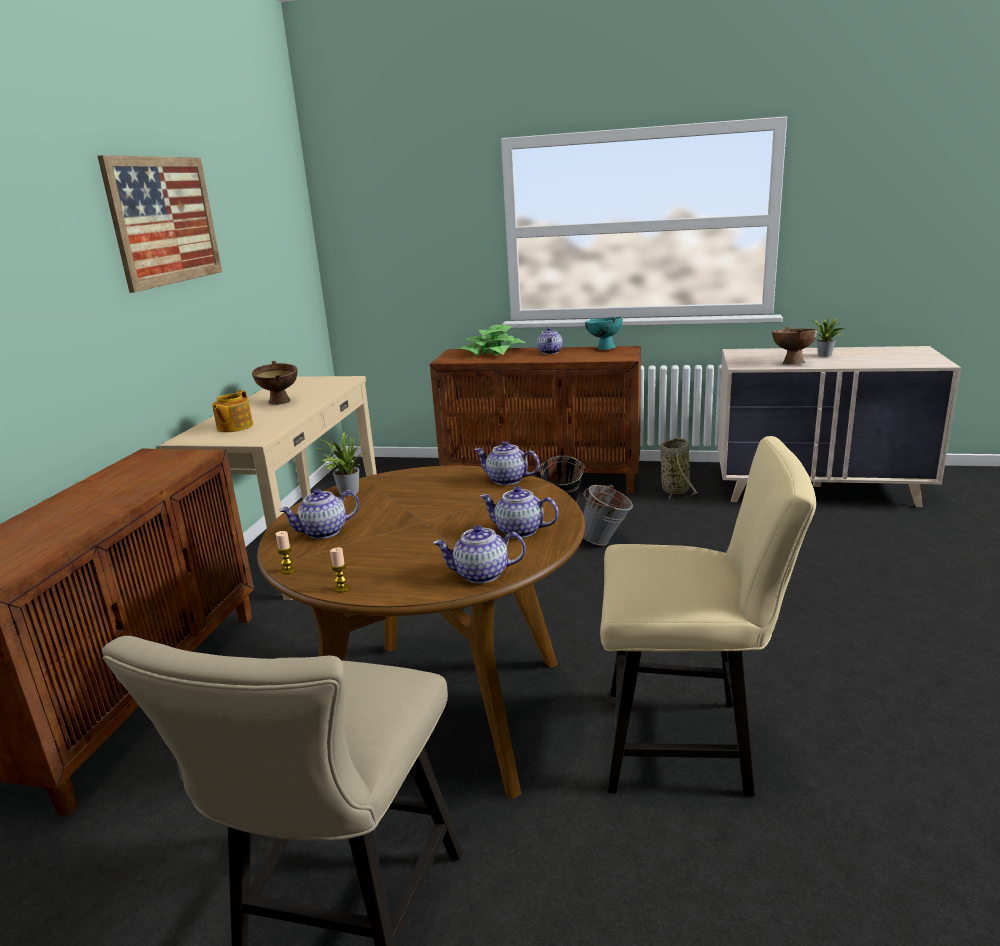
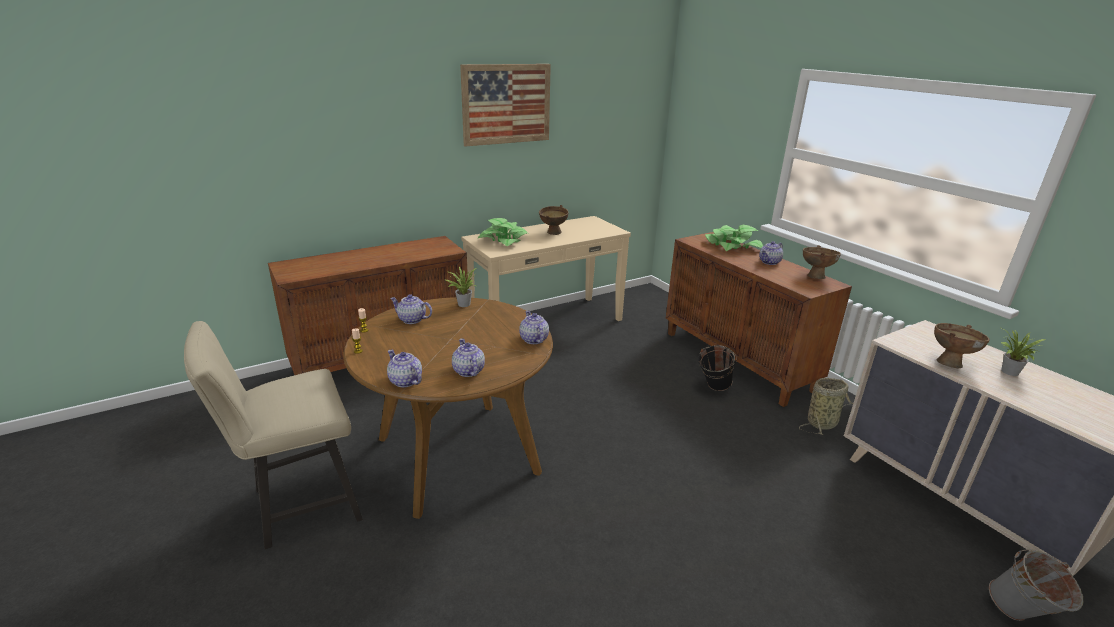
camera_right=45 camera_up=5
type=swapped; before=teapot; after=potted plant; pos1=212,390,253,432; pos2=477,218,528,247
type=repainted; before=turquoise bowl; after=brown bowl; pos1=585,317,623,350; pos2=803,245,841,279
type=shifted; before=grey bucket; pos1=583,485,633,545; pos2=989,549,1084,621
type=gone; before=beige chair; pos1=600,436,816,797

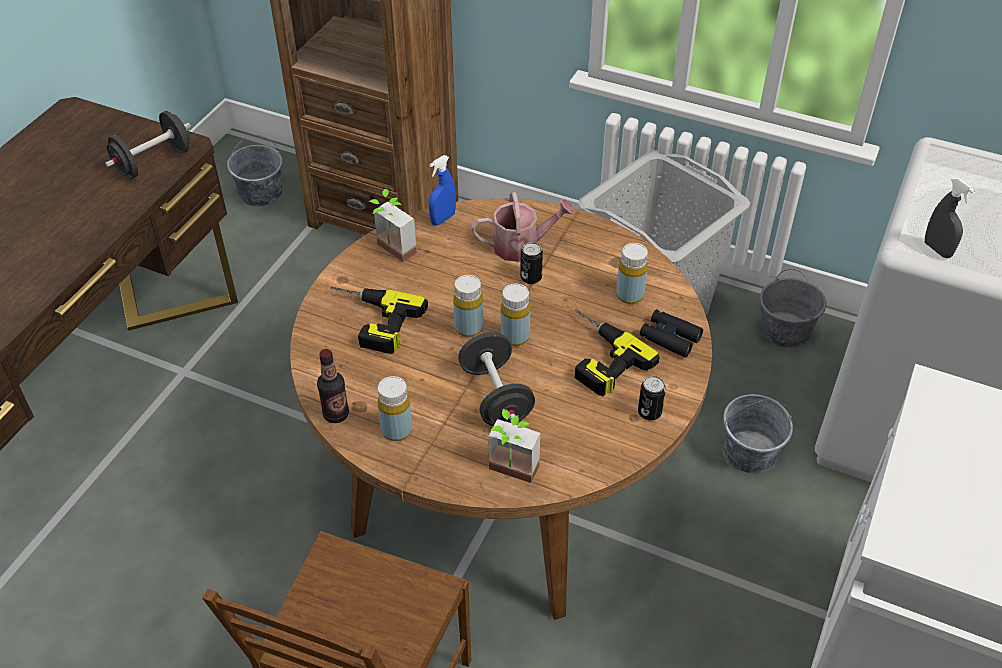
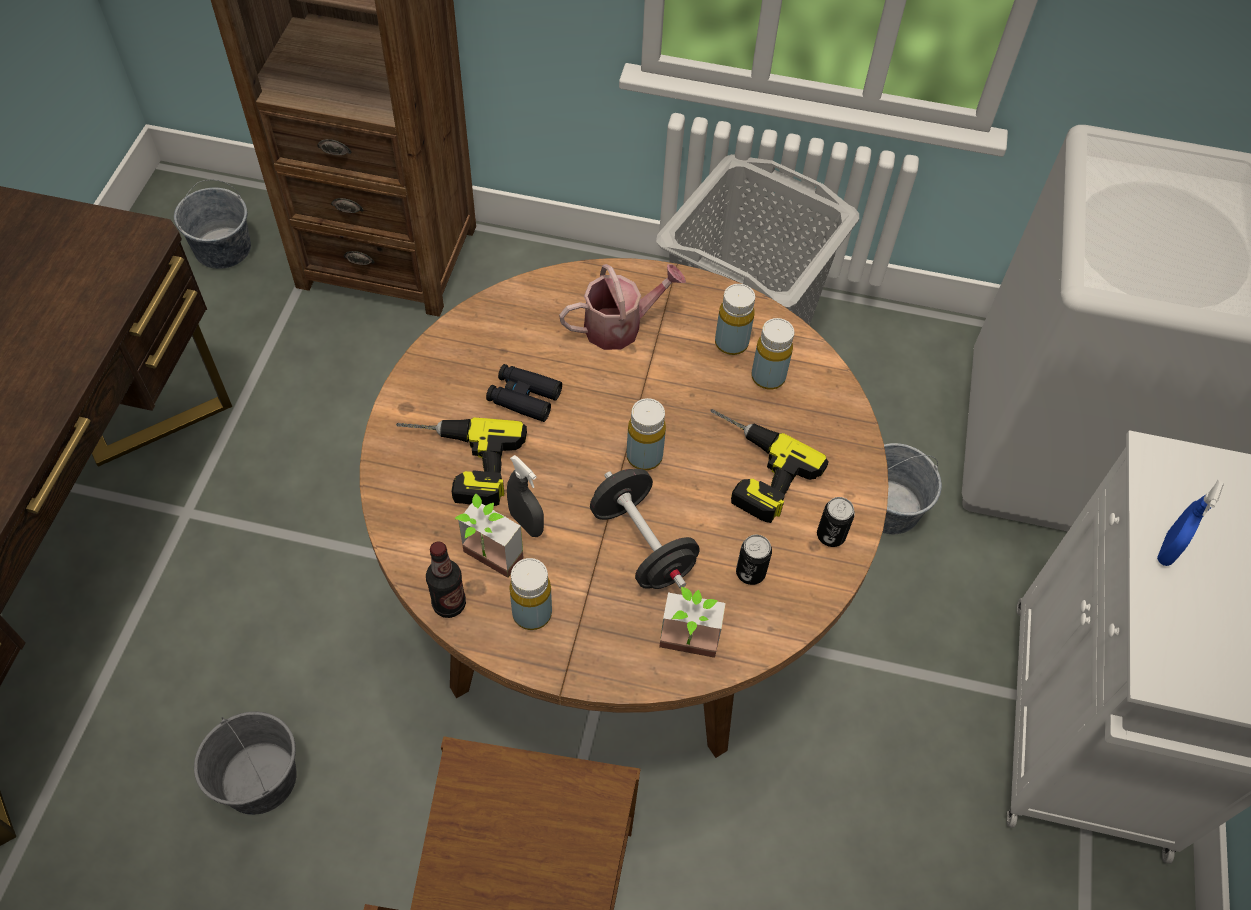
camera_right=-15 camera_up=10
type=shifted; before=grey bucket; pos1=760,269,826,348; pos2=194,711,297,815
type=shifted; before=potted plant; pos1=369,189,417,262; pos2=454,494,523,578
type=shifted; before=black binoculars; pos1=640,309,703,358; pos2=486,364,562,422
type=shifted; before=grey spray bottle; pos1=925,178,975,258; pos2=507,455,544,537
type=shifted; before=yellow bottle; pos1=453,275,484,337; pos2=715,284,755,355
type=shifted; before=can; pos1=520,242,543,284; pos2=736,535,772,585
type=shifted; before=blue spray bottle; pos1=429,155,456,226; pos2=1157,480,1224,566
type=gone; before=black dumbbell; pos1=105,111,191,179

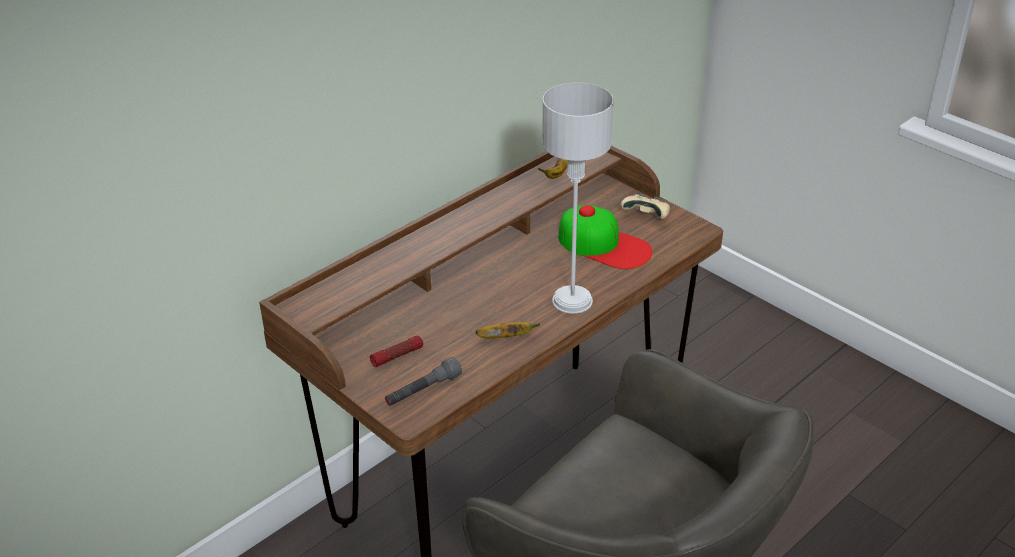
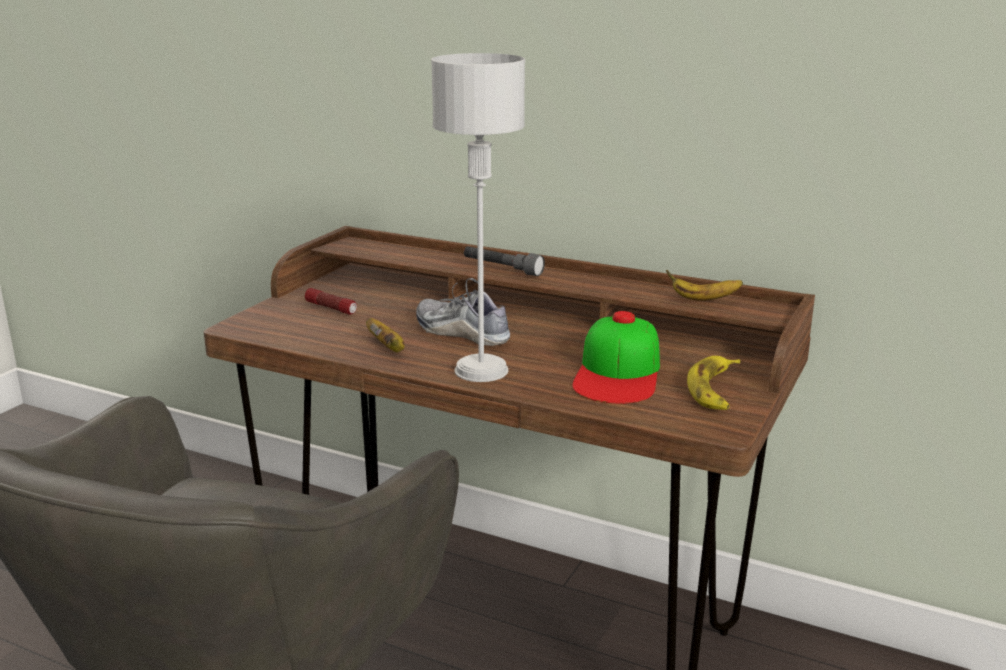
camera_right=70 camera_up=-15
type=new; after=shoe; pos2=416,278,510,346
type=shifted; before=grey flashlight; pos1=385,357,462,406; pos2=464,246,545,276
type=swapped; before=beige game controller; after=banana; pos1=620,192,670,219; pos2=687,356,740,410

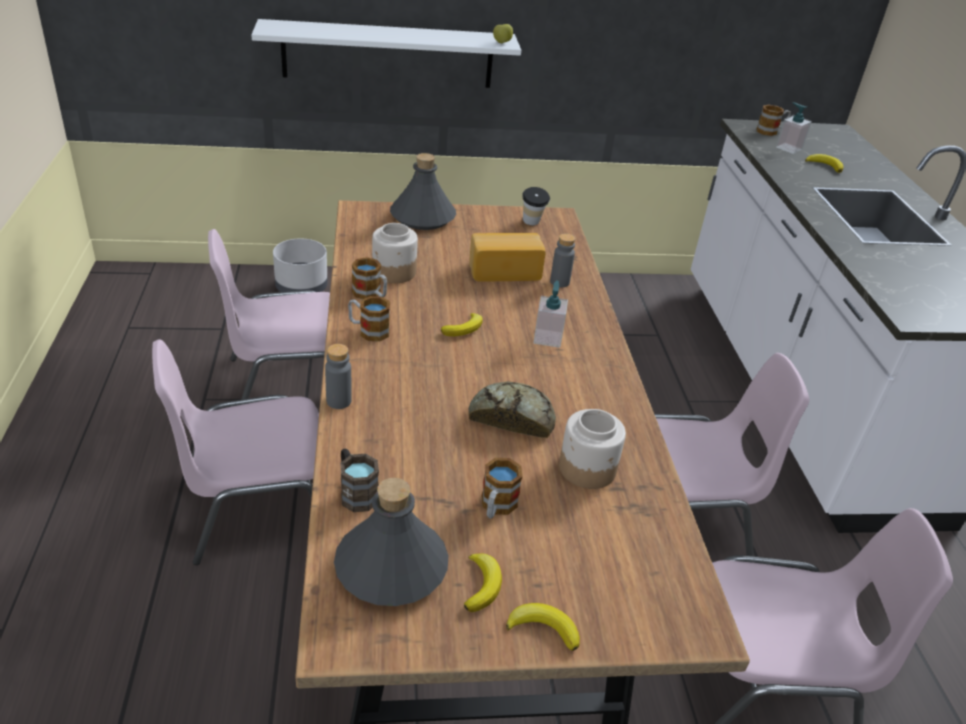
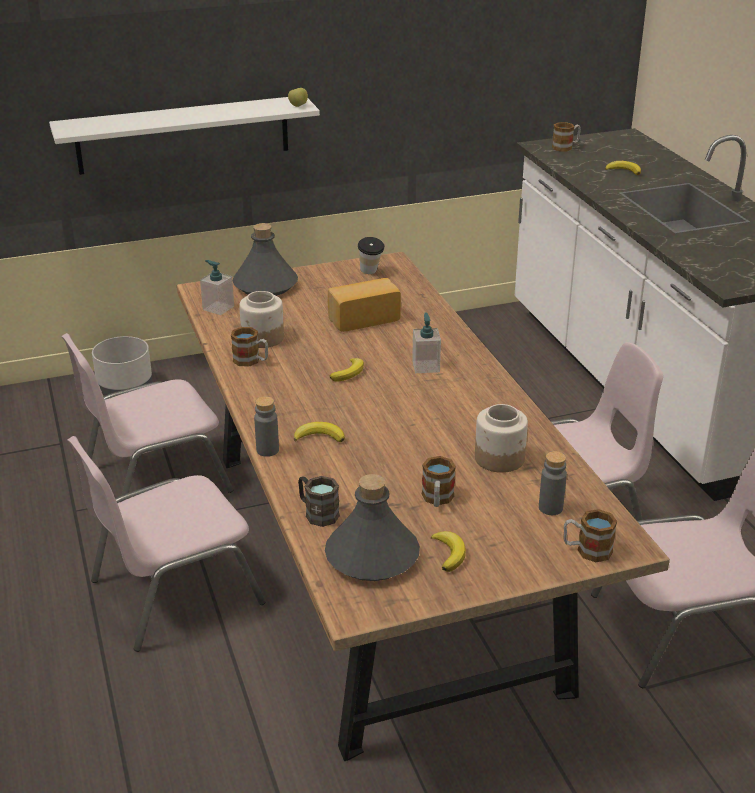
camera_right=-10 camera_up=-5
type=shifted; before=soap dispenser; pos1=776,103,812,154; pos2=200,260,234,315
type=shifted; before=banana; pos1=506,603,580,651; pos2=294,422,345,442
type=shifted; before=grey bottle; pos1=550,233,575,287; pos2=539,451,567,515
type=shifted; before=mug; pos1=348,296,390,342; pos2=564,509,617,562
type=gone; before=bread; pos1=469,381,556,438

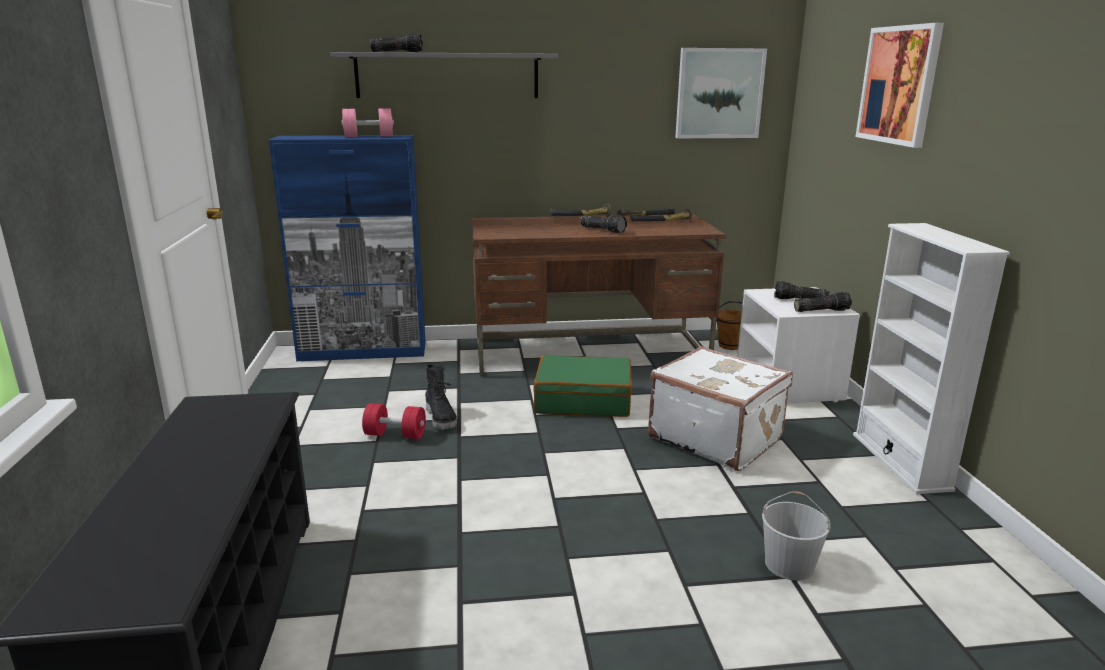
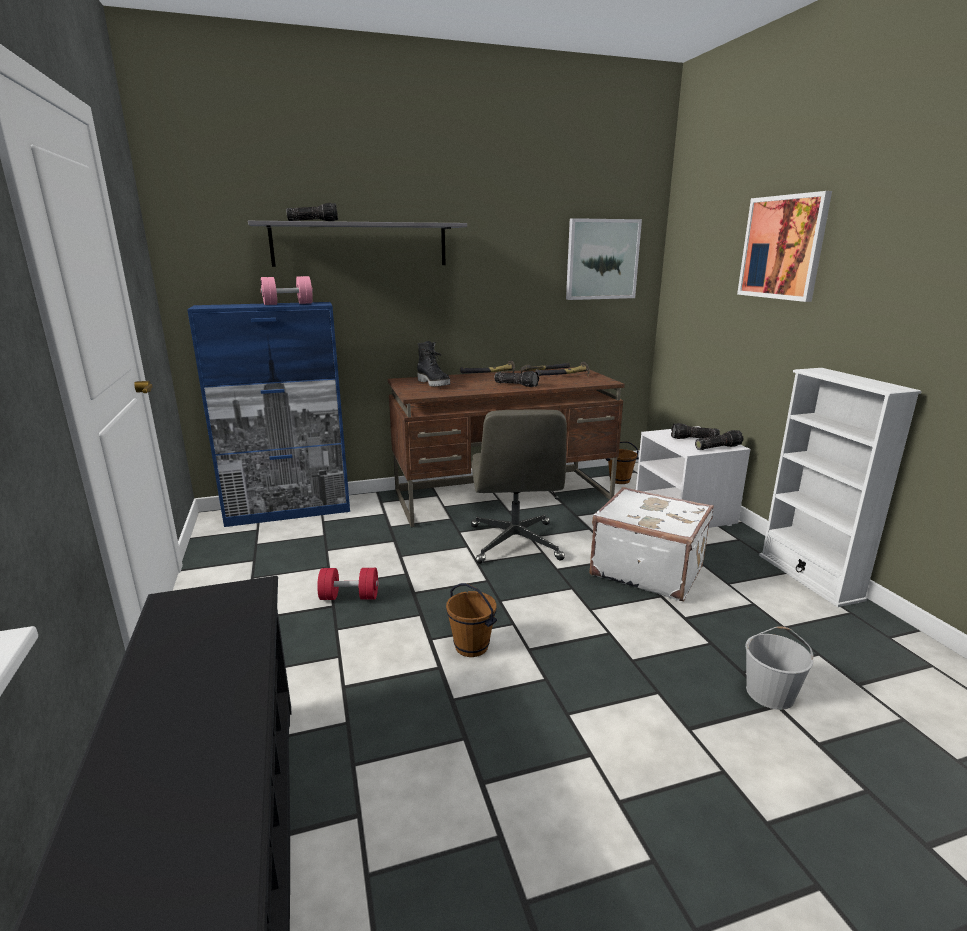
camera_right=-10 camera_up=0
type=shifted; before=black boot; pos1=425,364,457,429; pos2=417,341,450,387
type=new; after=brown bucket; pos2=446,583,497,657
type=swapped; before=green suitcase; after=grey office chair; pos1=533,355,632,417; pos2=471,409,567,564

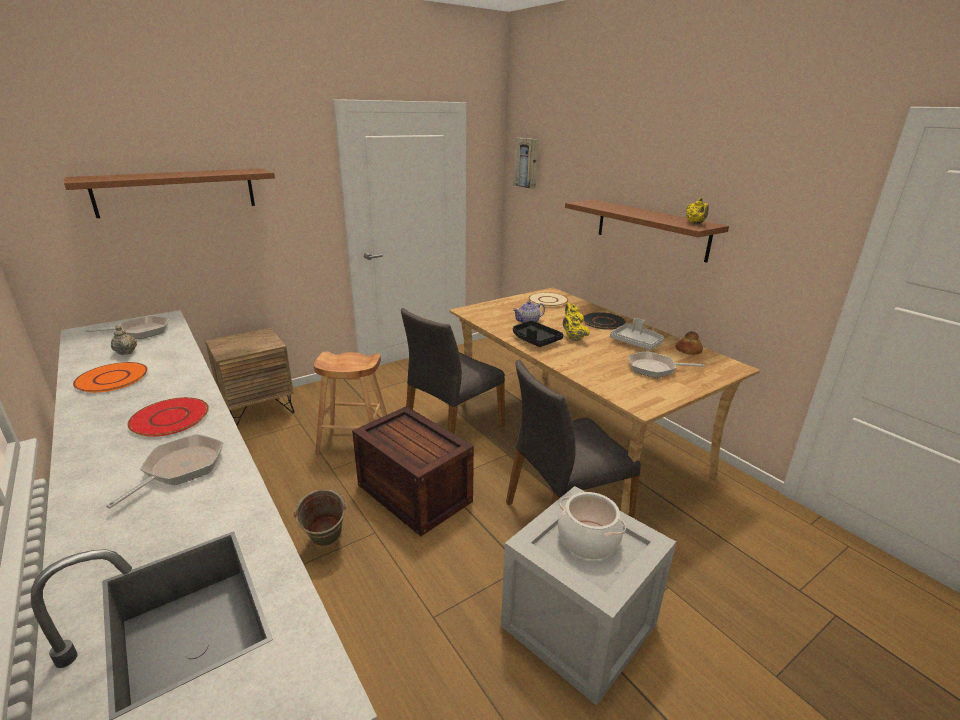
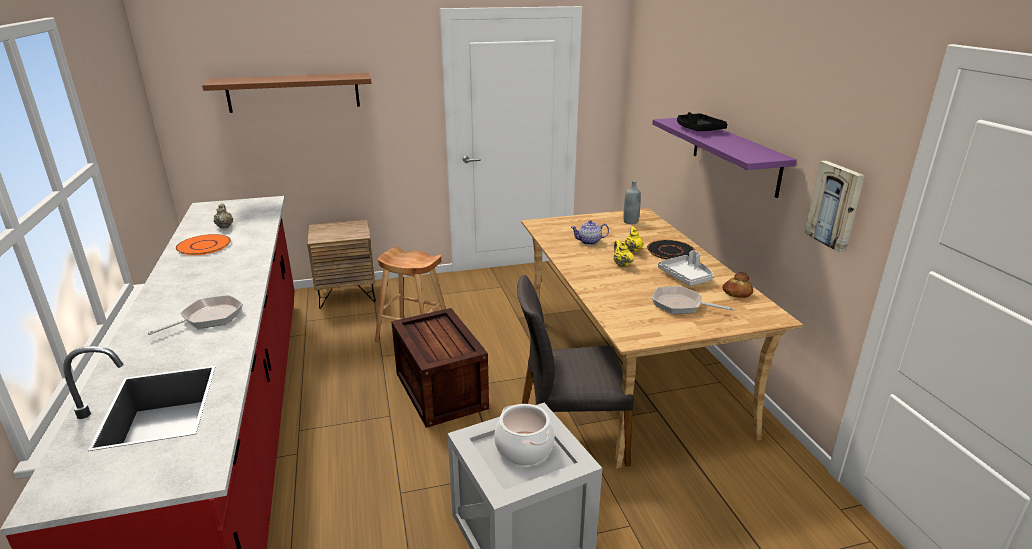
camera_right=20 camera_up=0
type=swapped; before=beige plate; after=grey bottle; pos1=529,292,568,307; pos2=623,180,641,224
type=repainted; before=brown shelf; after=purple shelf; pos1=565,200,729,263; pos2=652,118,797,198
type=shifted; before=black tray; pos1=513,320,563,347; pos2=677,112,727,131
type=shifted; before=picture; pos1=514,138,539,189; pos2=804,161,865,253
type=gone; before=frying pan; pos1=85,316,169,339
type=gone; before=red plate; pos1=127,397,209,437
type=gone; before=green bucket; pos1=293,489,347,546
type=gone; before=grey chair; pos1=401,308,505,434
type=gone; before=yellow teapot; pos1=686,198,709,224

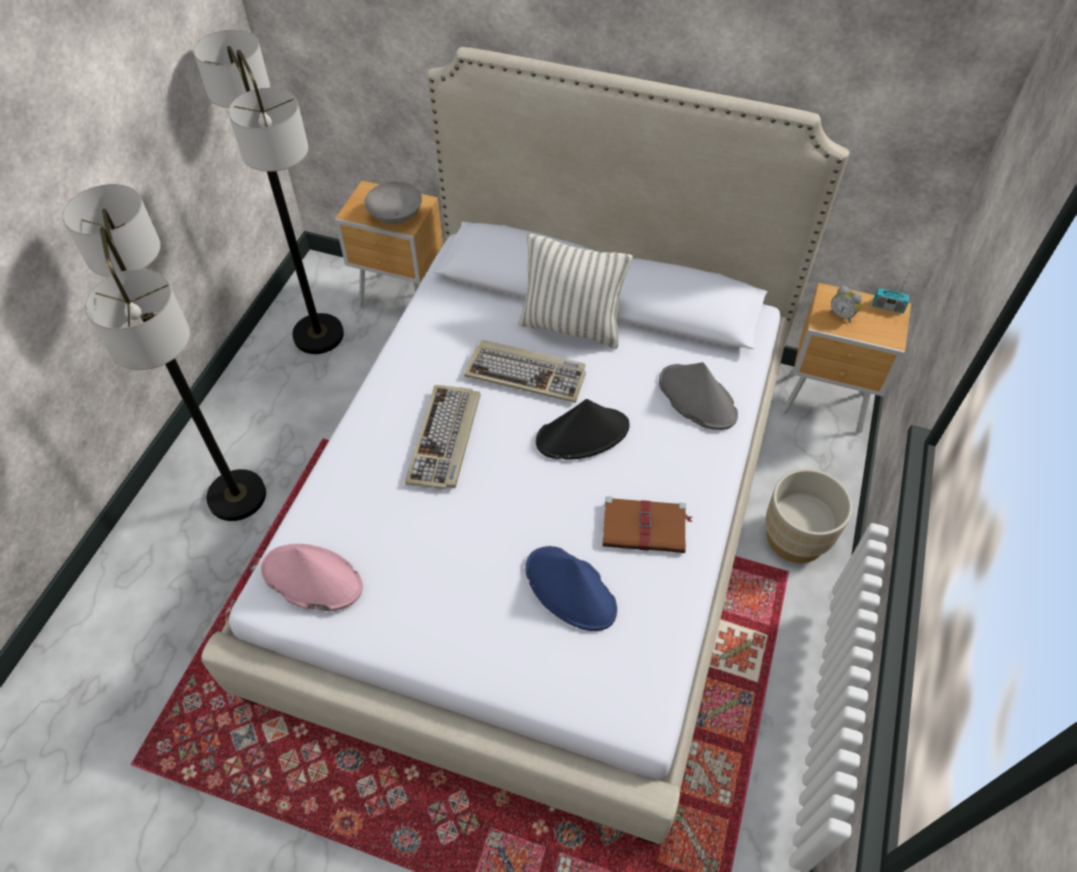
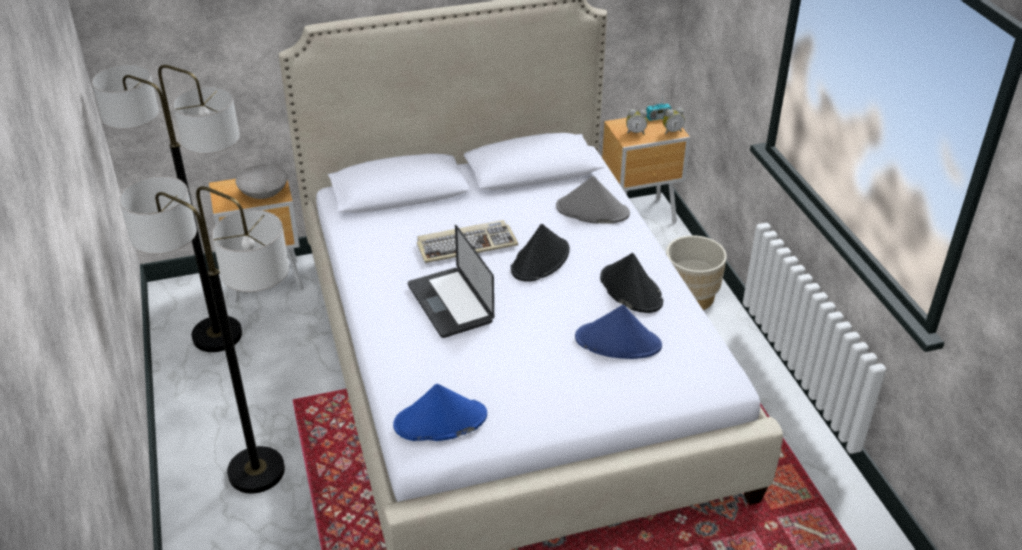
camera_right=-35 camera_up=-15
type=repainted; before=pink hat; after=blue hat; pos1=261,544,363,611; pos2=393,384,487,441
type=swapped; before=keyboard; after=laptop; pos1=405,385,480,489; pos2=408,225,494,338
type=swapped; before=brown book; after=black hat; pos1=602,496,692,553; pos2=600,253,663,313
type=new; after=alarm clock; pos2=663,108,685,134
type=gone; before=pillow; pos1=519,233,632,349

